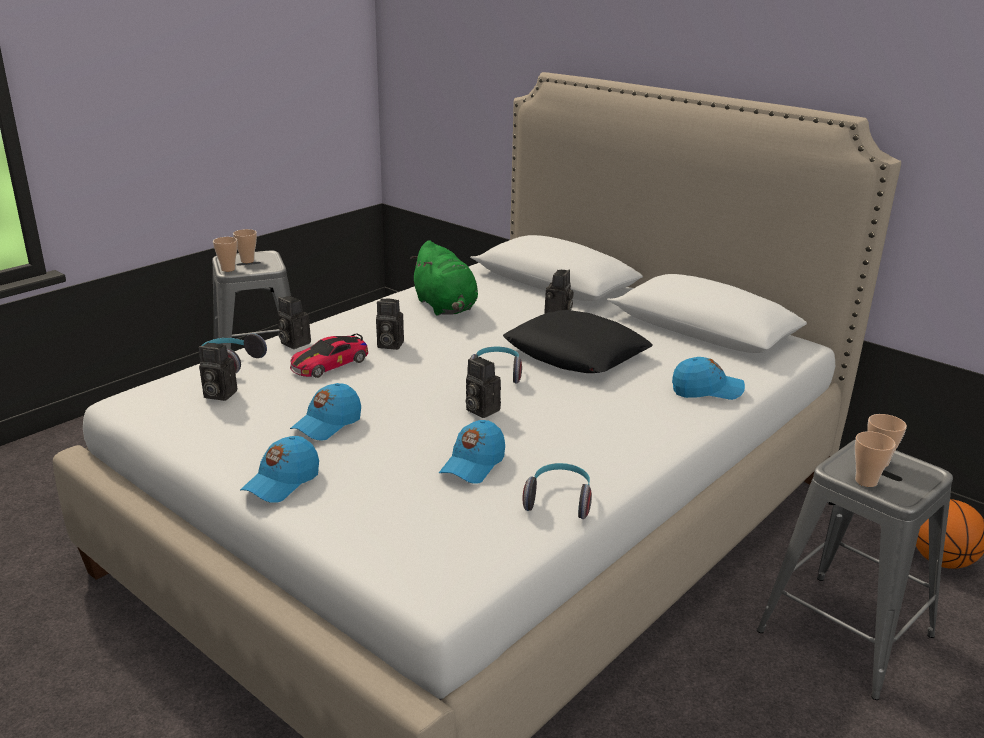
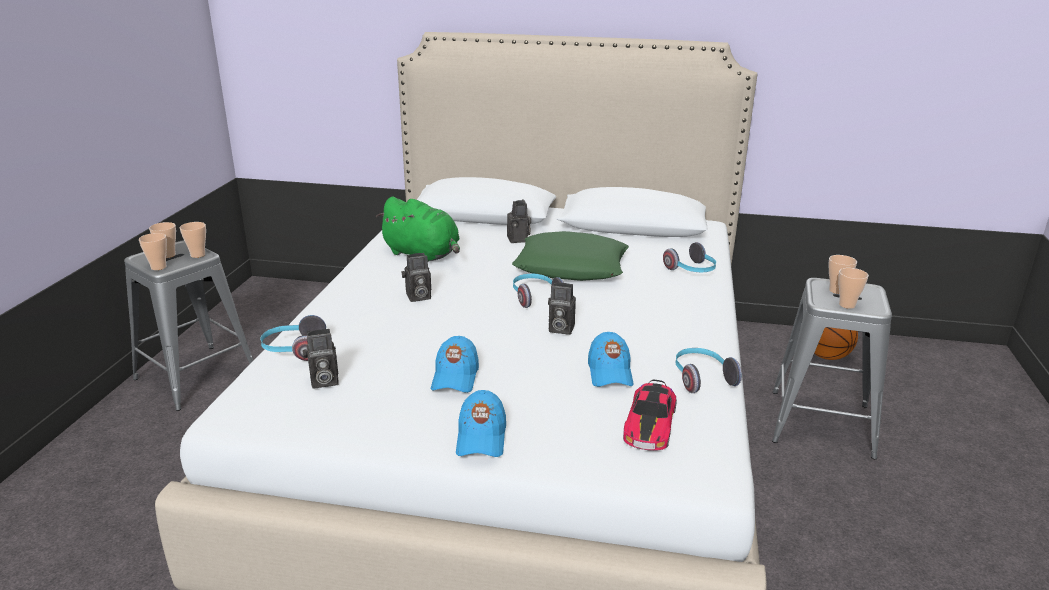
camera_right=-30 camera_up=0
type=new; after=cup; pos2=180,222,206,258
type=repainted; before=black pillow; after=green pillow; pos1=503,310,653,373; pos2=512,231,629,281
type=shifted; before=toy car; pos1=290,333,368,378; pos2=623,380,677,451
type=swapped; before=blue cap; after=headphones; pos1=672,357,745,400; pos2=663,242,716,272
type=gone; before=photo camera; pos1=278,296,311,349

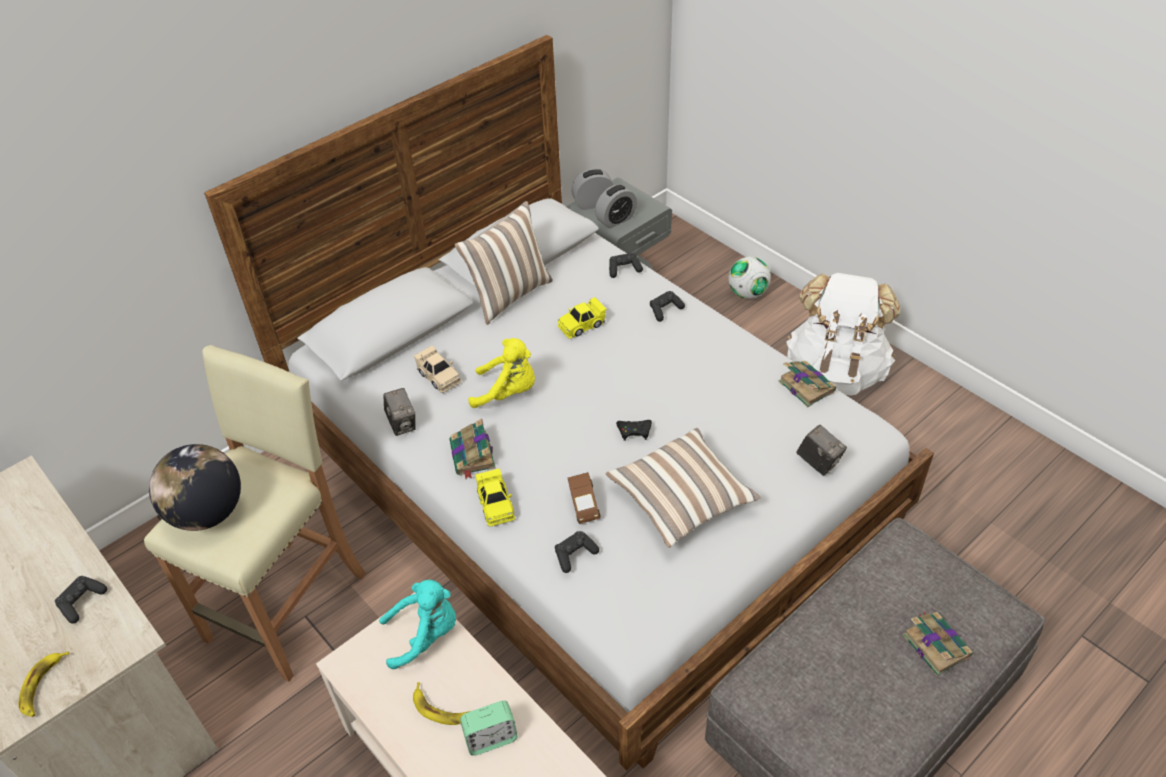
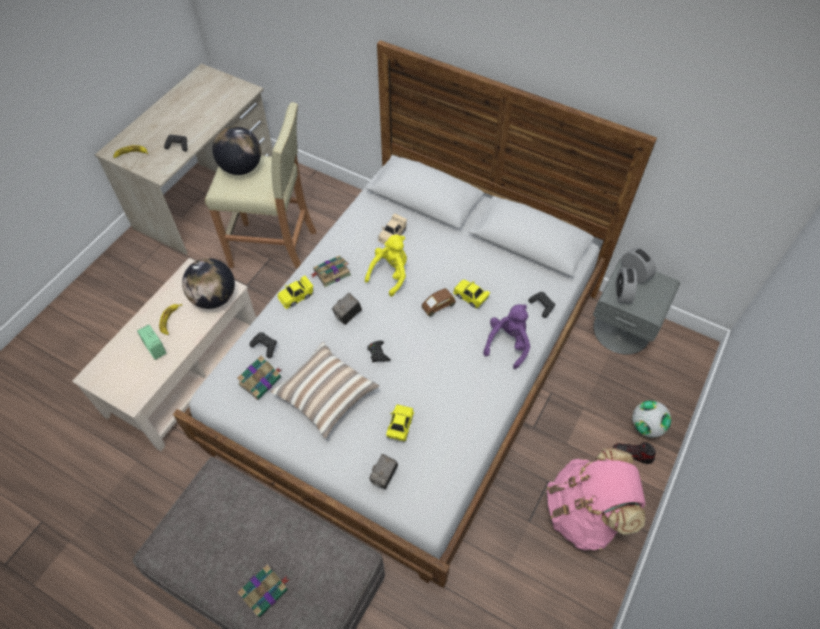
camera_right=70 camera_up=10
type=swapped; before=turquoise plush toy; after=globe; pos1=379,580,456,669; pos2=182,258,235,309
type=shifted; before=book; pos1=778,361,836,407; pos2=237,356,282,400
type=shifted; before=photo camera; pos1=384,388,416,436; pos2=332,293,362,325
type=rotated; before=yellow plush toy; pos1=468,338,535,408; pos2=365,235,407,296; turn=-135
type=new; after=yellow toy car; pos2=386,405,414,443
type=shifted; before=brown toy car; pos1=568,472,601,524; pos2=422,288,456,317
type=swapped; before=black game controller; after=purple plush toy; pos1=650,291,685,322; pos2=483,304,530,369
type=repainted; before=white backpack; after=pink backpack; pos1=786,273,900,395; pos2=547,448,645,550
type=new; after=shoe; pos2=613,442,656,464
type=rotated; before=alarm clock; pos1=595,185,637,229; pos2=616,268,637,303; turn=60
type=gone; before=pillow; pos1=455,201,553,325

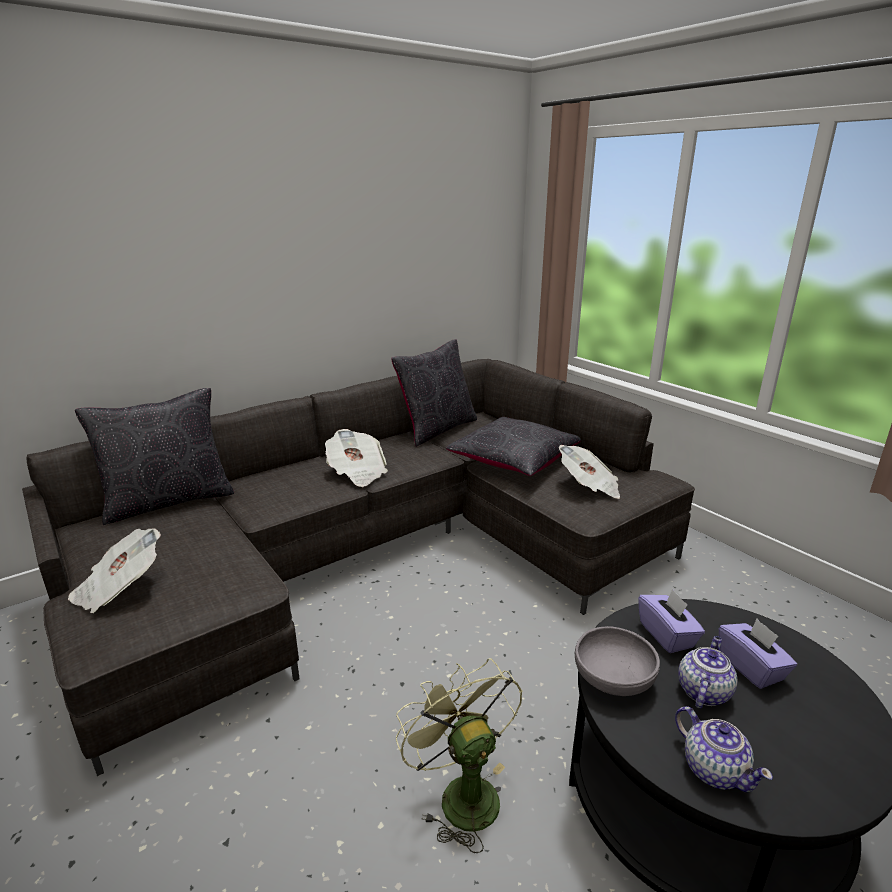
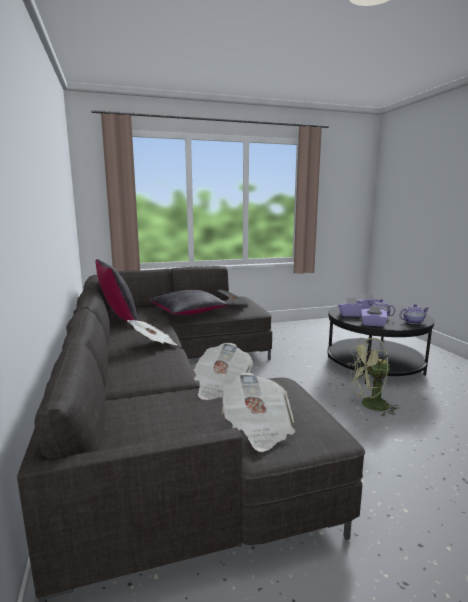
camera_right=-70 camera_up=-10
type=new; after=newspaper; pos2=194,343,253,400
type=swapped; before=grey bowl; after=purple tissue box; pos1=575,626,660,696; pos2=361,306,388,327
type=gone; before=black pillow; pos1=75,388,234,525

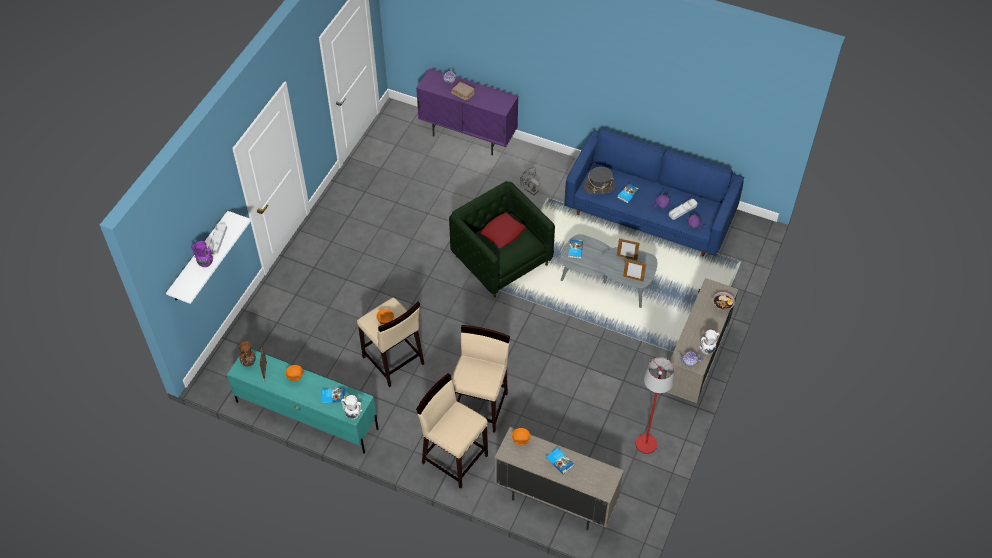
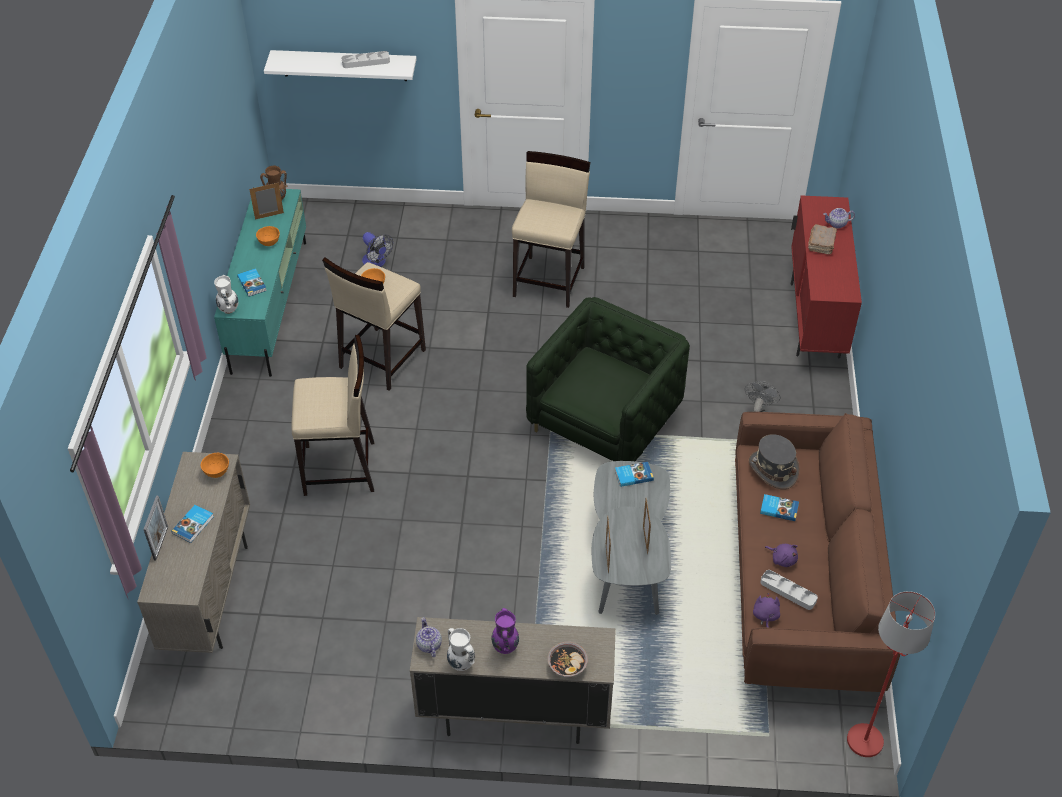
camera_right=70 camera_up=-5
type=new; after=picture frame; pos2=143,496,168,561
type=new; after=fan; pos2=362,232,393,267
type=shifted; before=purple vase; pos1=191,241,213,267; pos2=491,608,519,654
type=shifted; before=beige stool; pos1=416,373,488,489; pos2=512,151,590,308
type=repainted; before=blue sofa; after=brown sofa; pos1=564,129,744,256; pos2=735,412,900,692
type=repainted; before=purple cabinet; after=red cabinet; pos1=416,68,518,155; pos2=791,196,862,358
type=shifted; before=red floor lamp; pos1=636,357,674,454; pos2=847,591,935,757
type=gone; before=red pillow; pos1=480,212,525,248

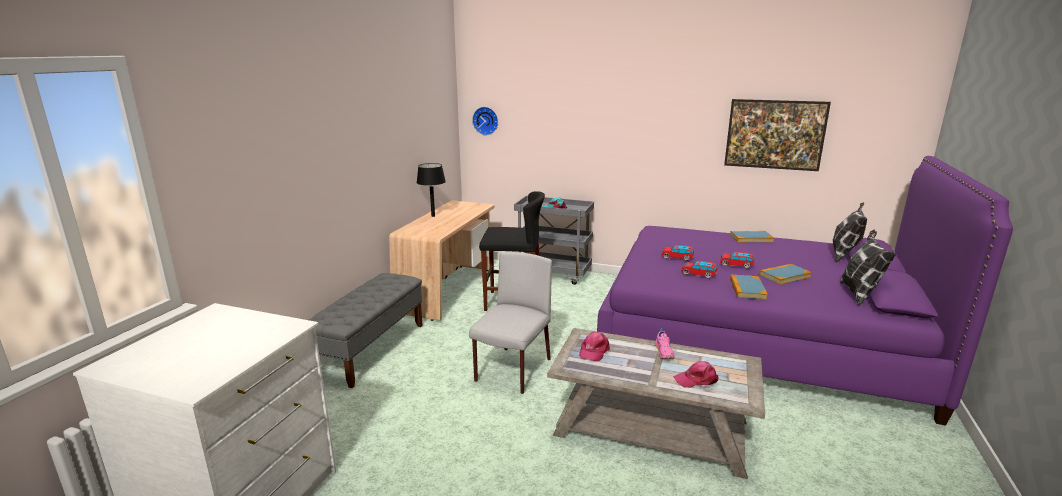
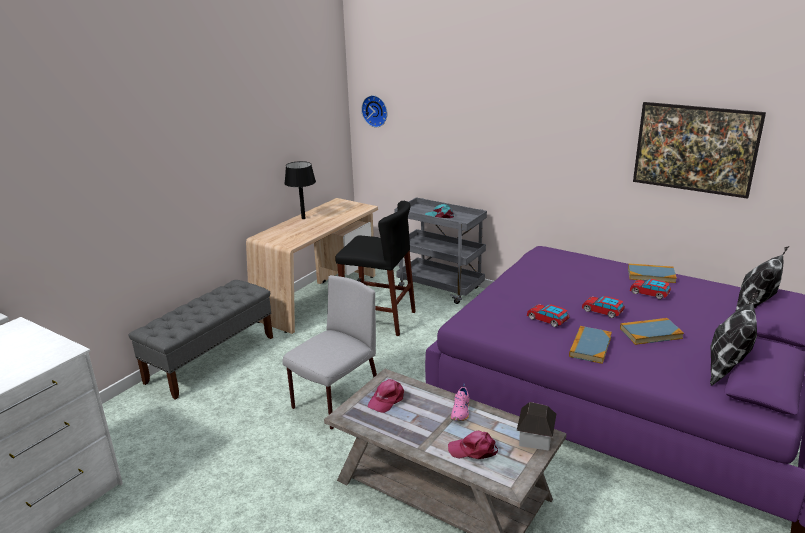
camera_right=15 camera_up=5
type=new; after=toy house; pos2=517,402,556,451
type=shifted; before=toy car; pos1=661,245,694,261; pos2=630,279,671,299

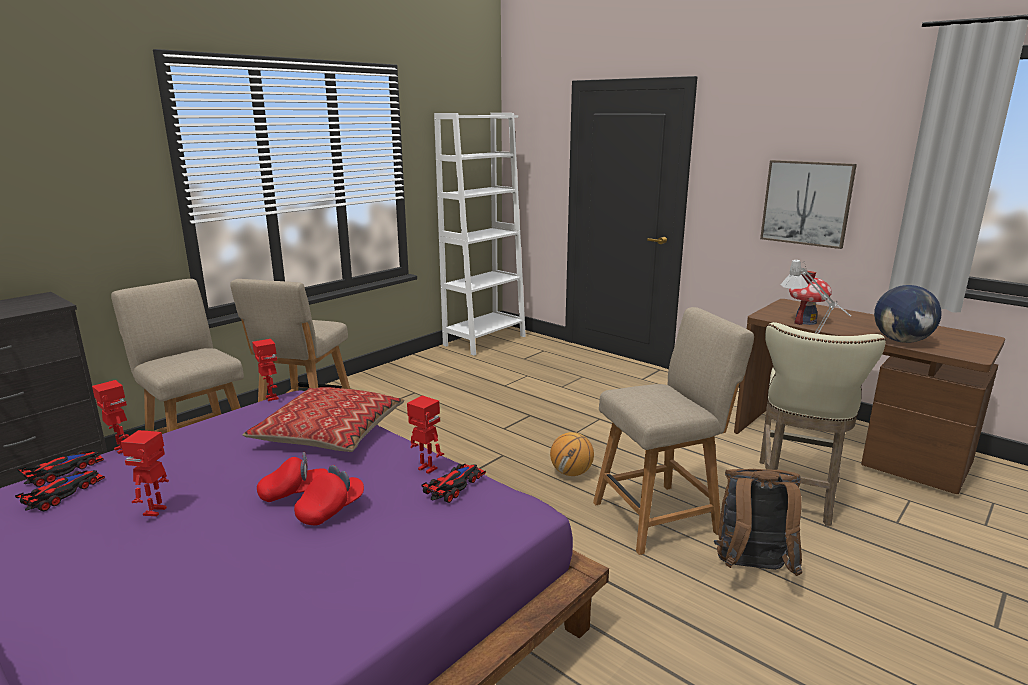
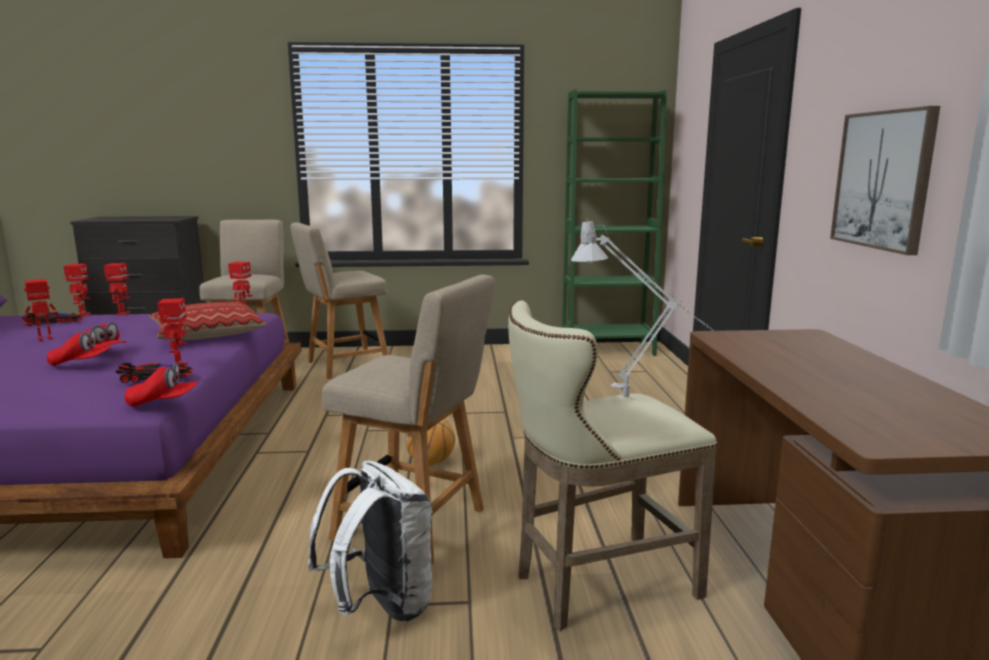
camera_right=45 camera_up=-5
type=swapped; before=toy car; after=toy robot; pos1=17,451,104,487; pos2=63,264,90,316
type=new; after=red cap; pos2=124,362,198,407
type=repainted; before=brown backpack; after=white backpack; pos1=714,469,802,576; pos2=307,460,433,622
type=repainted; before=white bookcase; after=green bookcase; pos1=434,113,526,356; pos2=562,90,667,356
type=gone; before=toy house; pos1=789,270,832,325
type=gone; before=globe; pos1=874,285,942,343

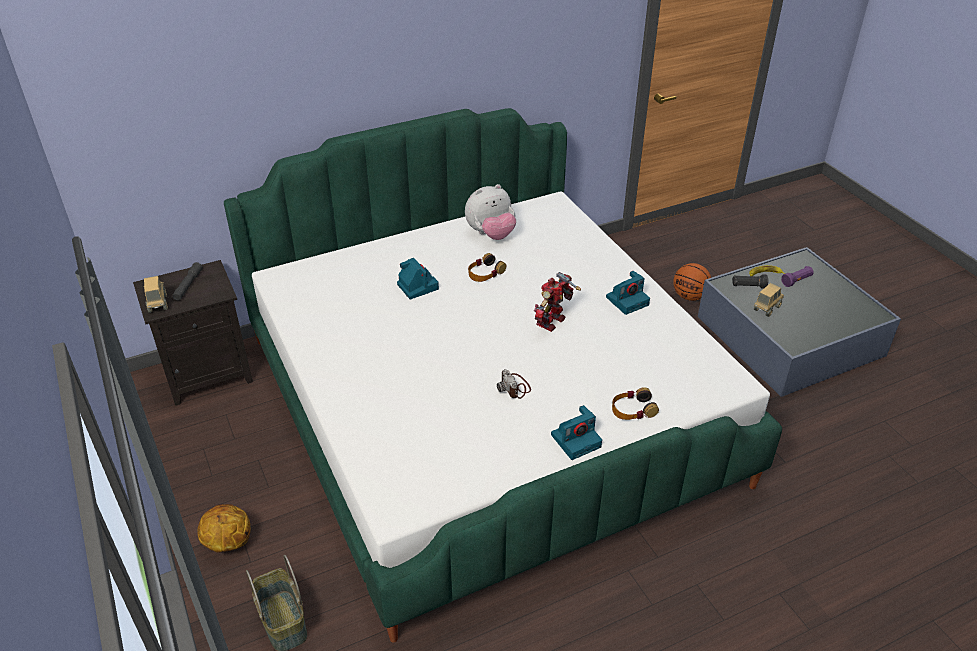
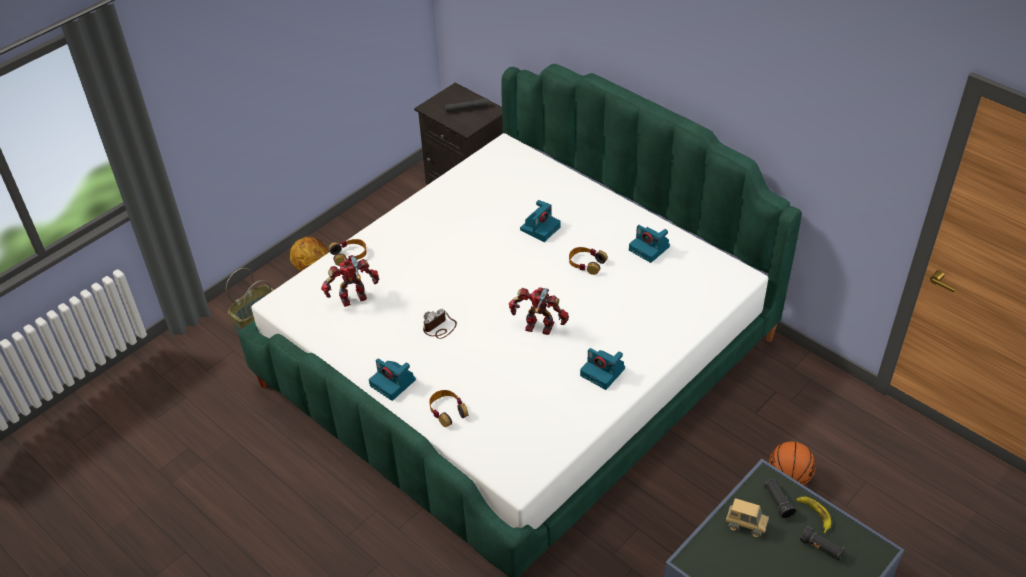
camera_right=70 camera_up=5
type=new; after=toy robot; pos2=321,256,379,307
type=new; after=headphones; pos2=328,239,367,266
type=swapped; before=plush toy; after=photo camera; pos1=465,184,516,240; pos2=629,225,670,263
type=repainted; before=purple flashlight; after=black flashlight; pos1=781,266,814,287; pos2=800,526,845,560
type=gone; before=toy truck; pos1=143,276,168,313

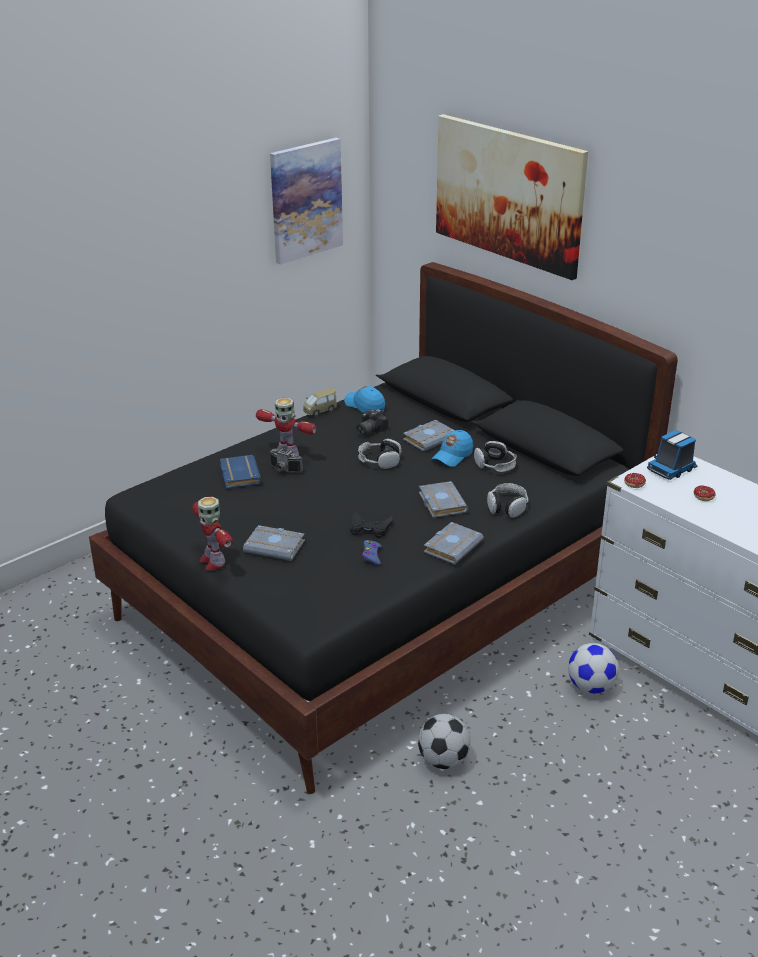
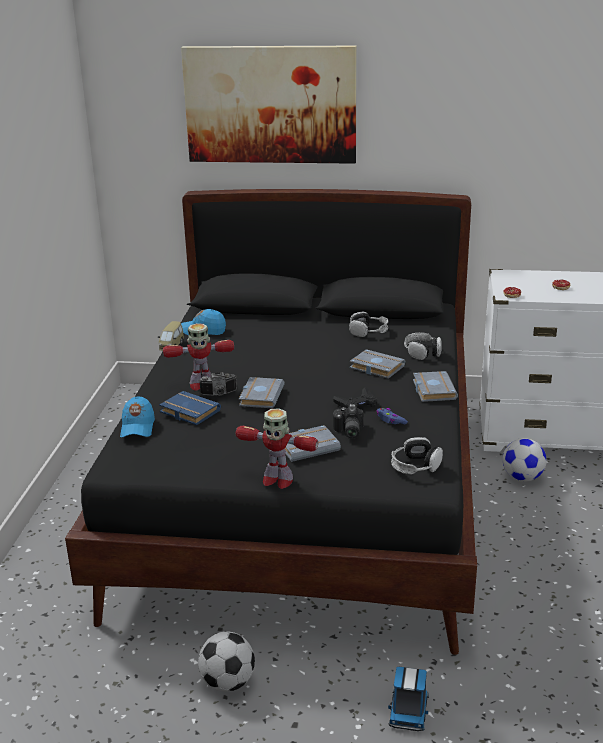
camera_right=-40 camera_up=-5
type=shifted; before=blue cap; pos1=431,430,473,467; pos2=120,397,155,438
type=shifted; before=football; pos1=418,714,471,769; pos2=198,631,255,692
type=shifted; before=grey book; pos1=403,420,455,452; pos2=239,377,285,409
type=shifted; before=photo camera; pos1=356,409,388,436; pos2=333,404,363,439
type=shifted; before=toy truck; pos1=647,430,697,480; pos2=388,667,429,731
type=shifted; before=headphones; pos1=358,439,402,469; pos2=391,437,443,475
type=gone; before=picture; pos1=270,138,343,265

